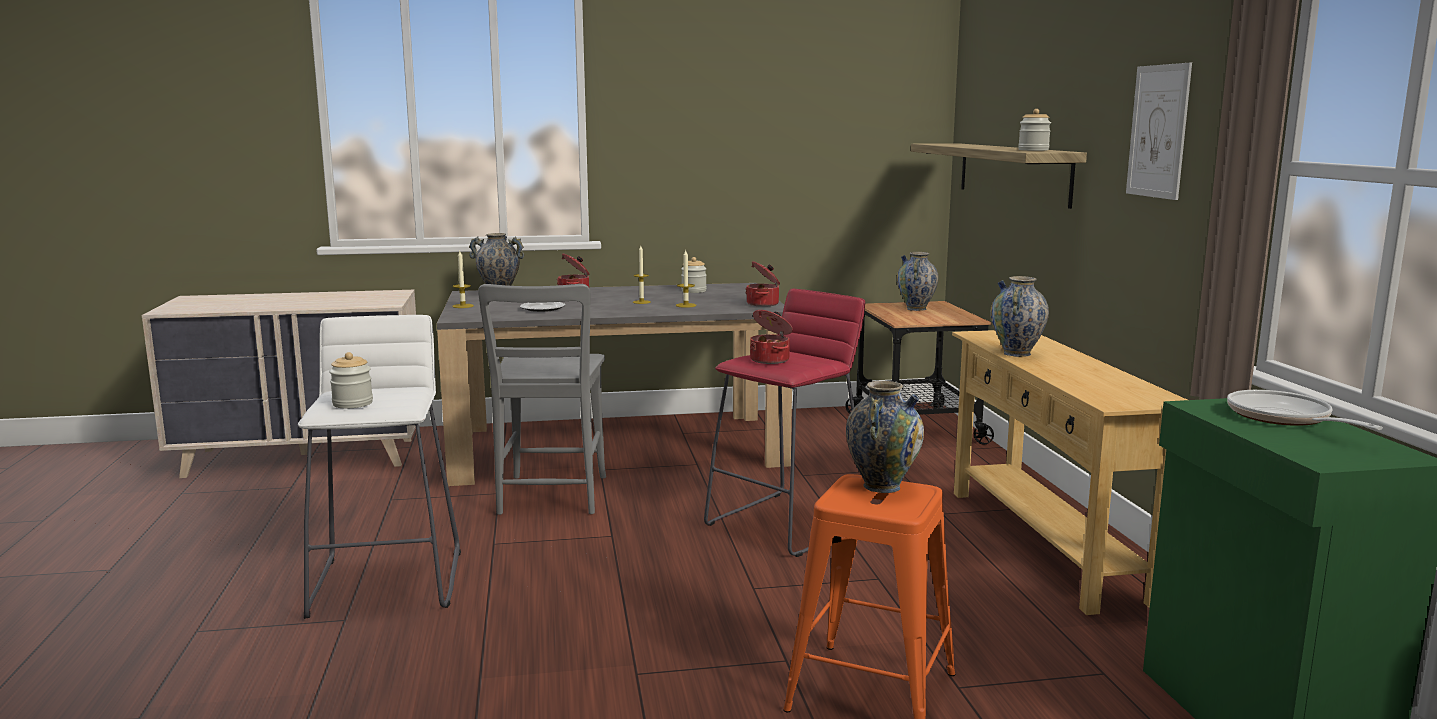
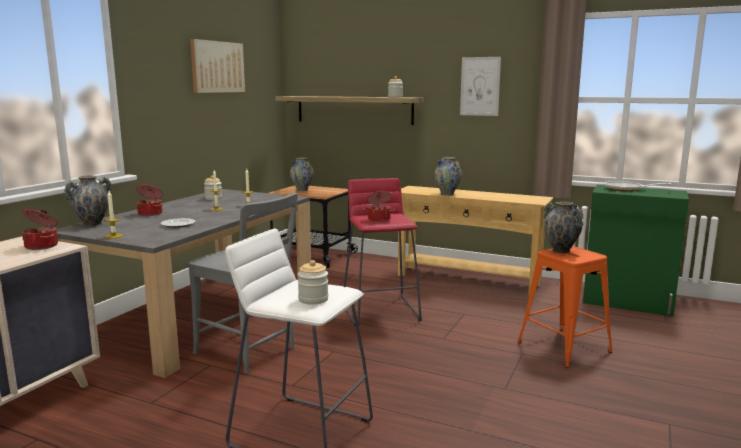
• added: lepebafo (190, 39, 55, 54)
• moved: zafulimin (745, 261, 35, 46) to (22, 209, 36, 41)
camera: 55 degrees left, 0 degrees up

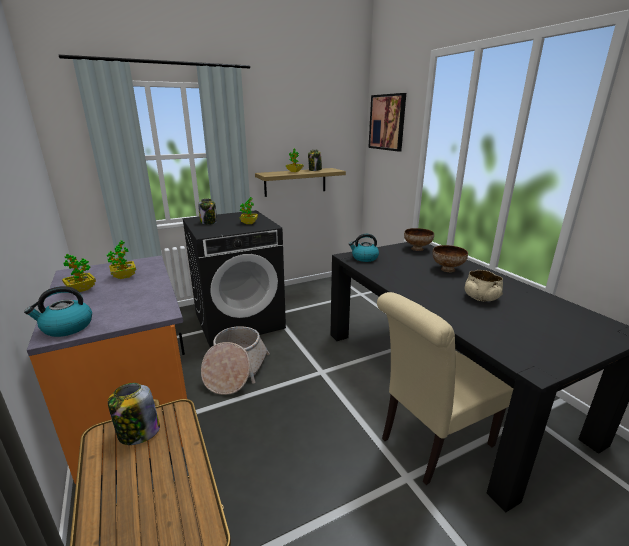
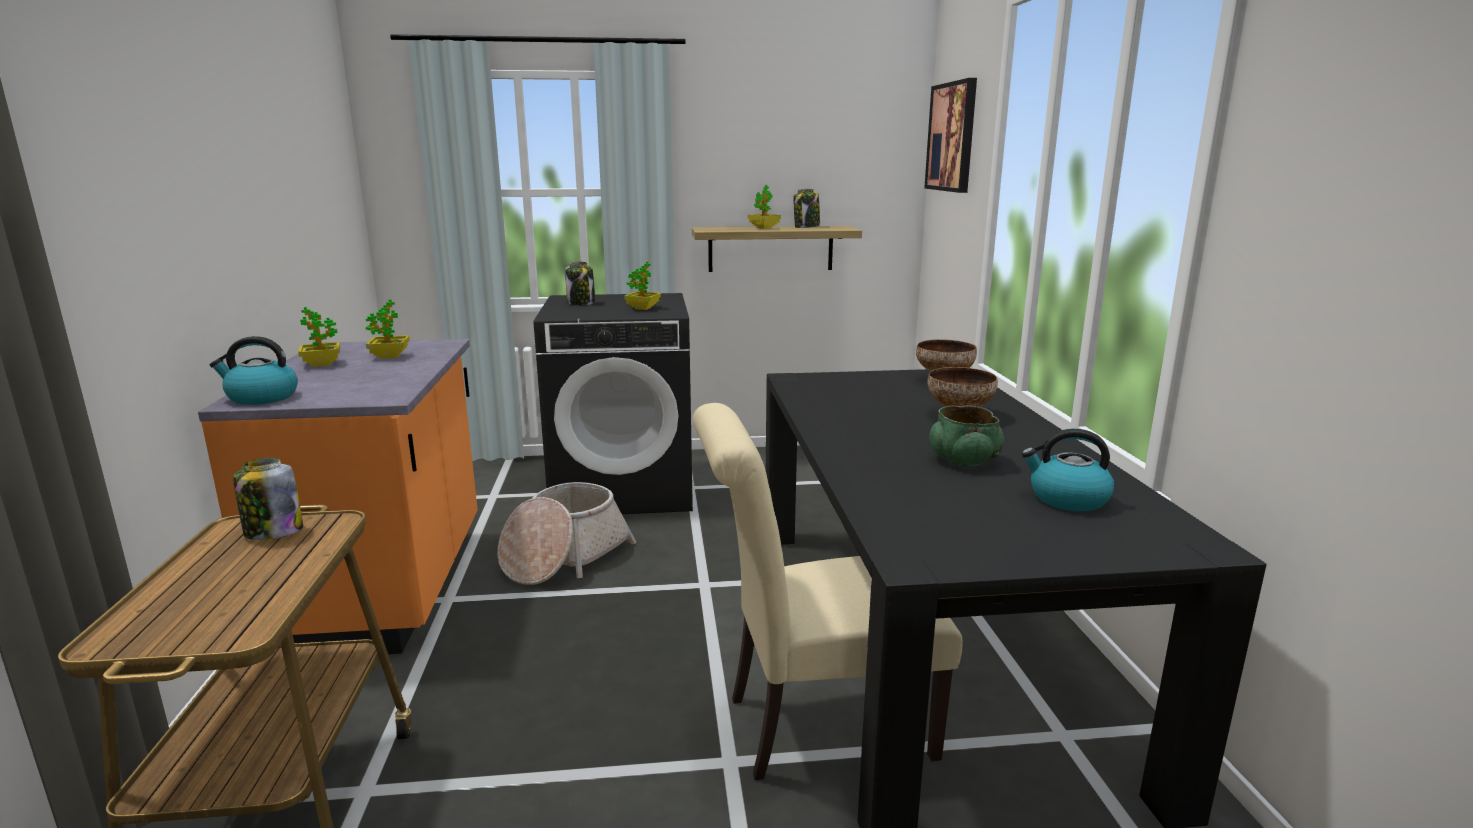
• moved: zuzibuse (349, 234, 30, 28) to (1022, 429, 92, 82)
• recoloured: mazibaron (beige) (465, 270, 38, 31) to mazibaron (green) (929, 405, 75, 61)
camera: 20 degrees right, 5 degrees down

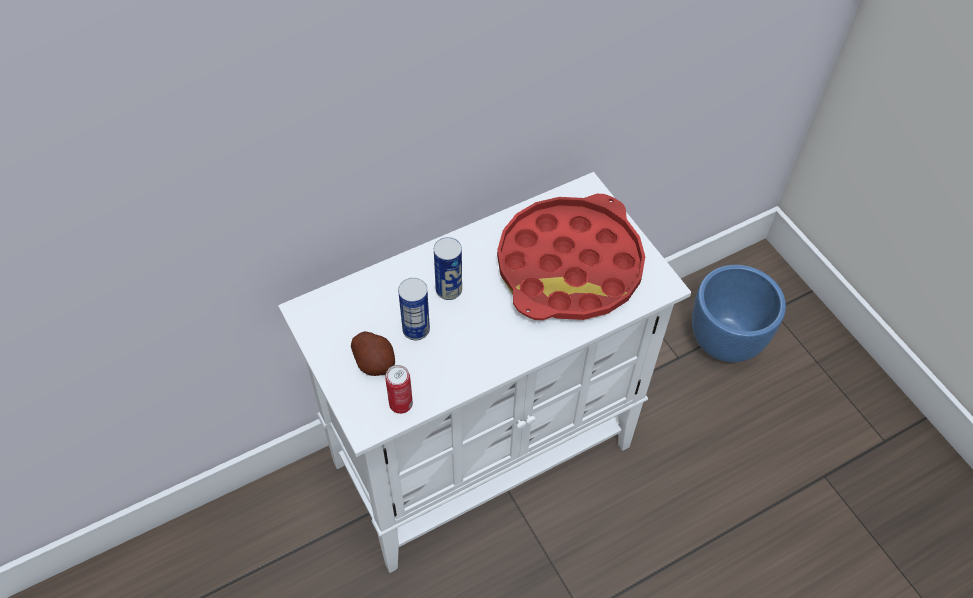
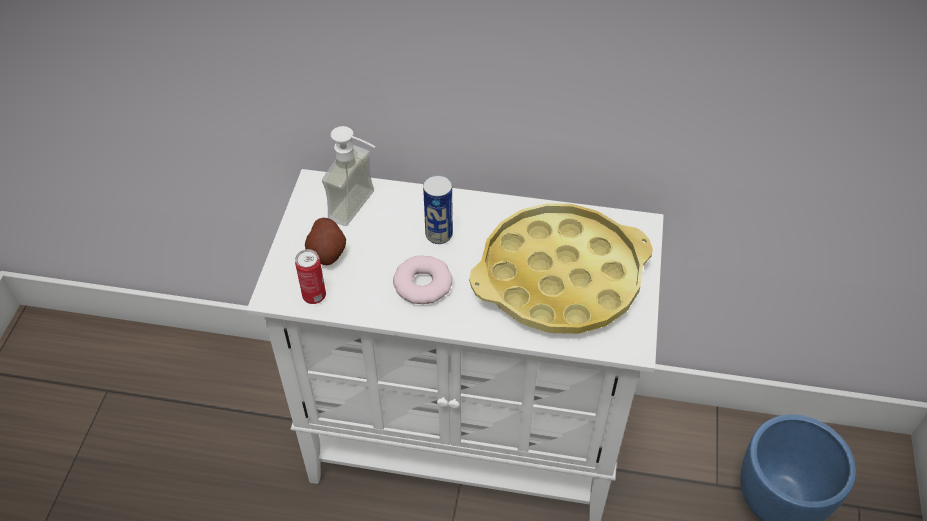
• removed: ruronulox (398, 278, 32, 62)
• added: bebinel (322, 126, 54, 100)
• added: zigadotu (393, 255, 59, 49)
• recoloured: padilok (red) (497, 194, 148, 126) to padilok (yellow) (469, 203, 184, 131)
camera: 40 degrees right, 5 degrees down

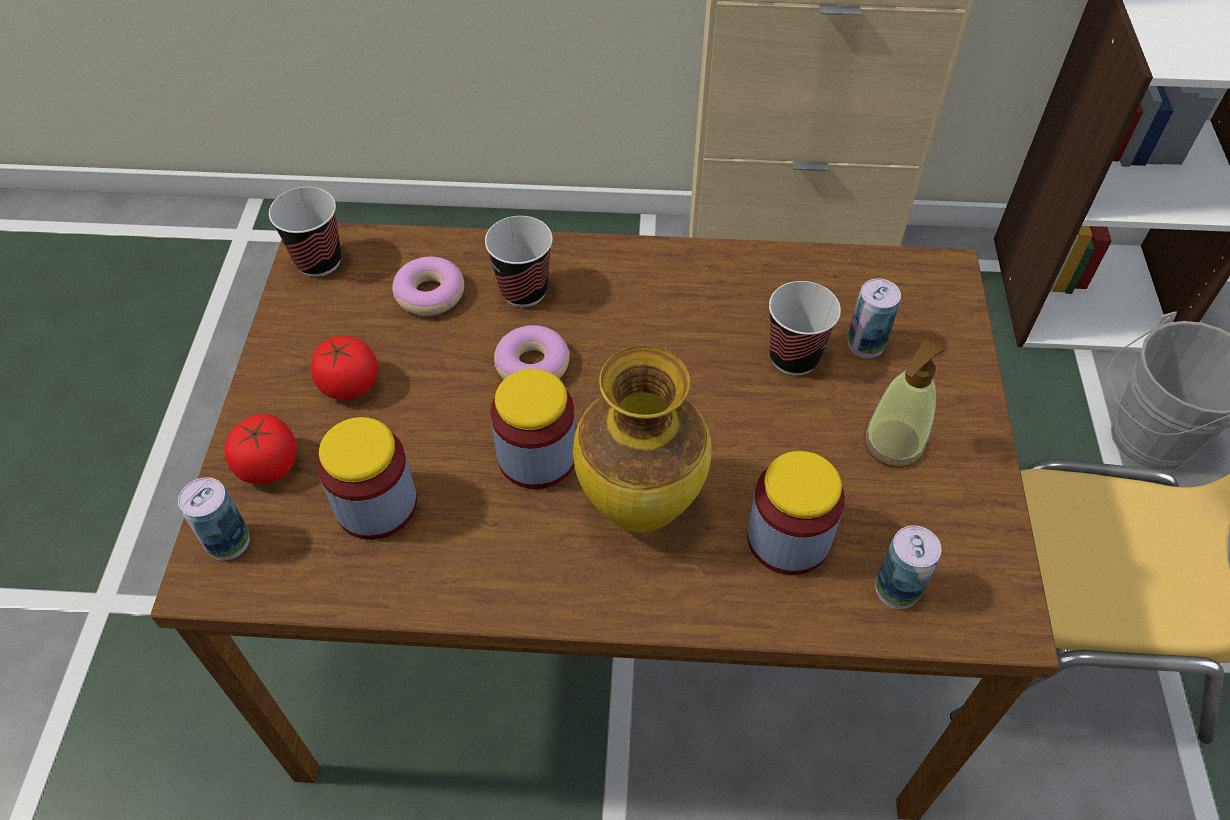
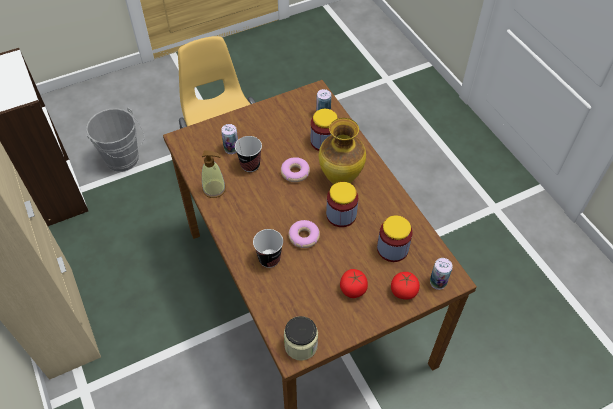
• moved: zigadotu (392, 257, 72, 59) to (281, 157, 29, 25)
• moved: bebinel (863, 339, 82, 129) to (202, 150, 24, 48)
• replaced: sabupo (269, 187, 72, 90) to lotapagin (284, 316, 34, 45)
camera: 120 degrees left, 0 degrees up

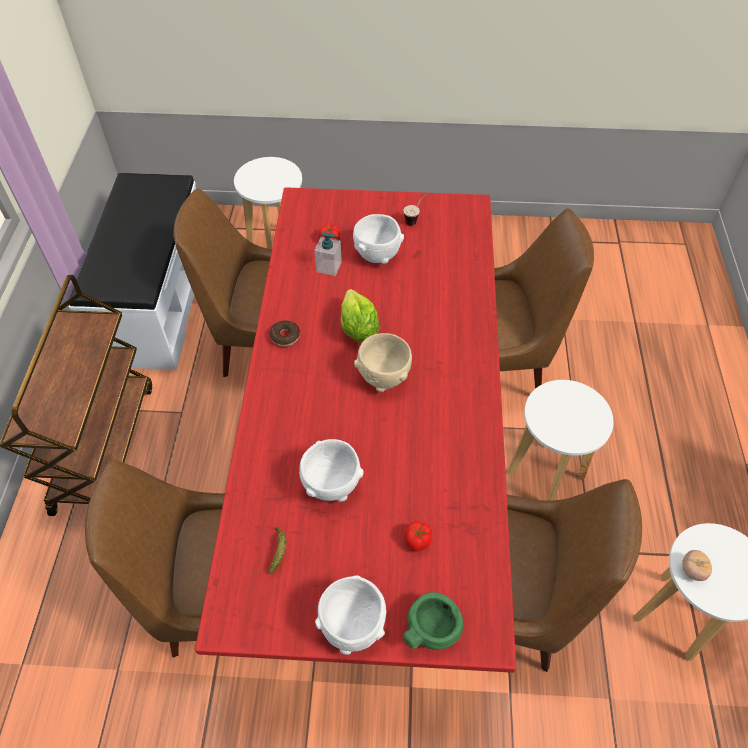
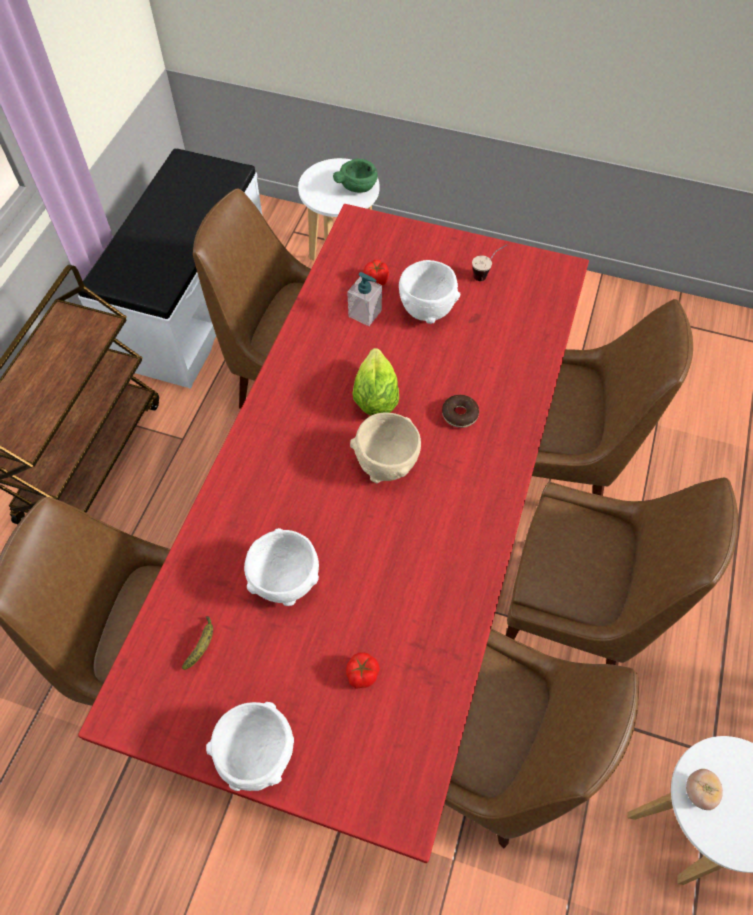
• moved: zigadotu (269, 320, 31, 26) to (442, 395, 37, 33)
• moved: mazibaron (green) (403, 592, 60, 58) to (333, 159, 45, 34)
• replaced: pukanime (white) (507, 380, 107, 121) to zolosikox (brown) (505, 478, 233, 187)
camera: 15 degrees right, 5 degrees up

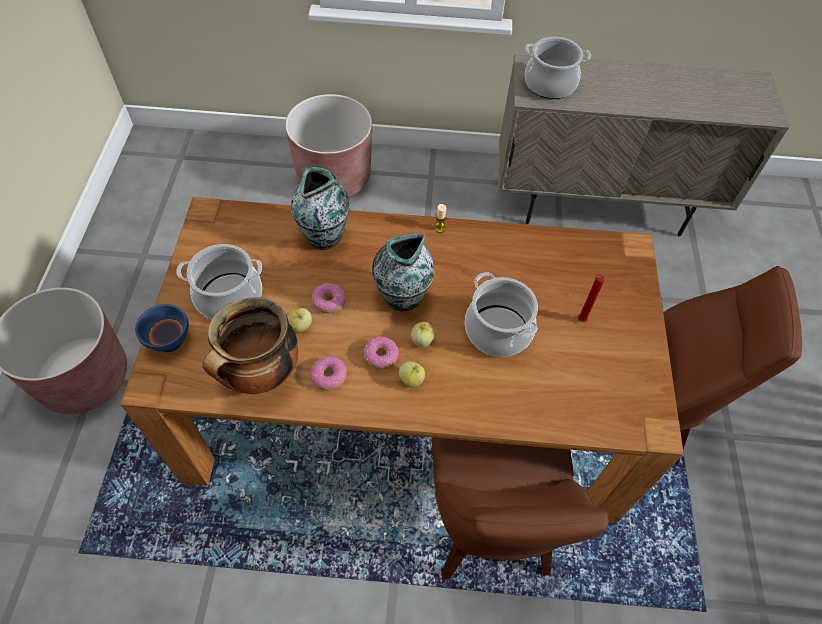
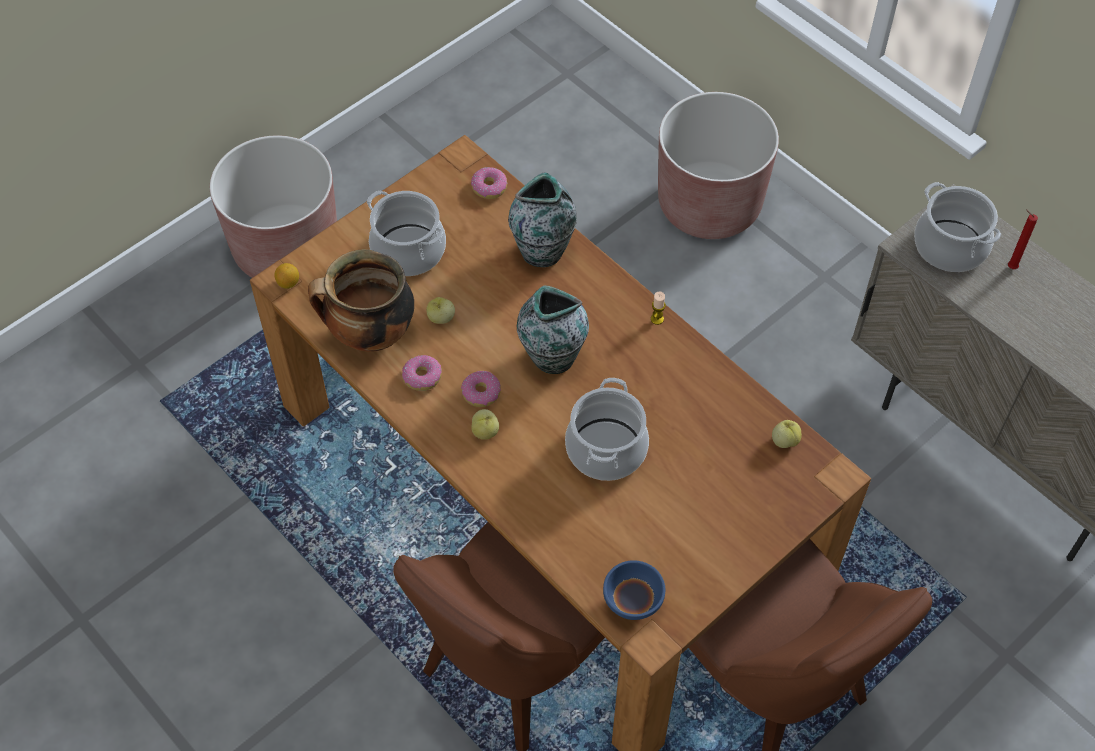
• added: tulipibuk (274, 263, 25, 26)
• moved: mazibaron (blue) (135, 304, 54, 48) to (603, 560, 62, 60)
• moved: zigadotu (311, 283, 35, 30) to (471, 167, 36, 32)
• moved: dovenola (411, 322, 25, 26) to (772, 420, 30, 28)
• moved: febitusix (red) (578, 275, 27, 47) to (1008, 209, 30, 60)
camera: 45 degrees right, 0 degrees up

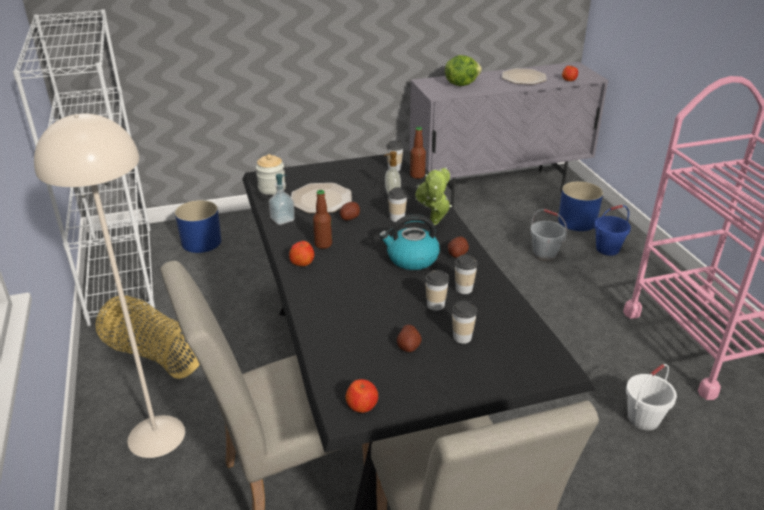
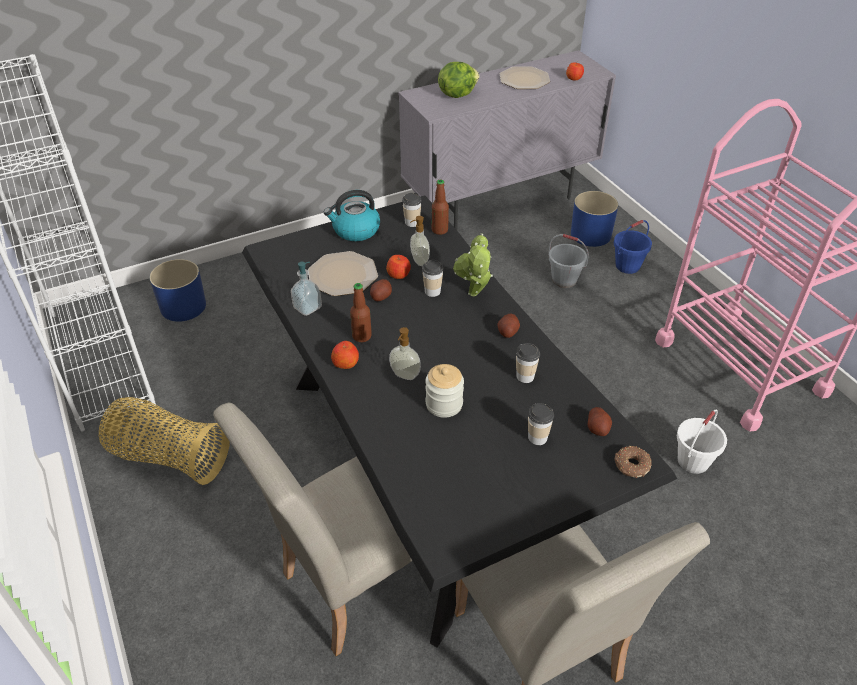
• removed: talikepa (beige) (34, 113, 151, 345)
• removed: sabupo (425, 270, 24, 41)
• added: bebinel (389, 327, 32, 53)
• added: zigadotu (614, 446, 38, 32)
• moved: lotapagin (256, 154, 30, 41) to (425, 364, 39, 54)
• moved: dovenola (345, 379, 33, 34) to (386, 255, 25, 24)
• moved: zuzibuse (379, 214, 61, 56) to (324, 190, 56, 51)
• moved: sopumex (397, 325, 25, 27) to (587, 407, 25, 29)
camera: 10 degrees left, 10 degrees up

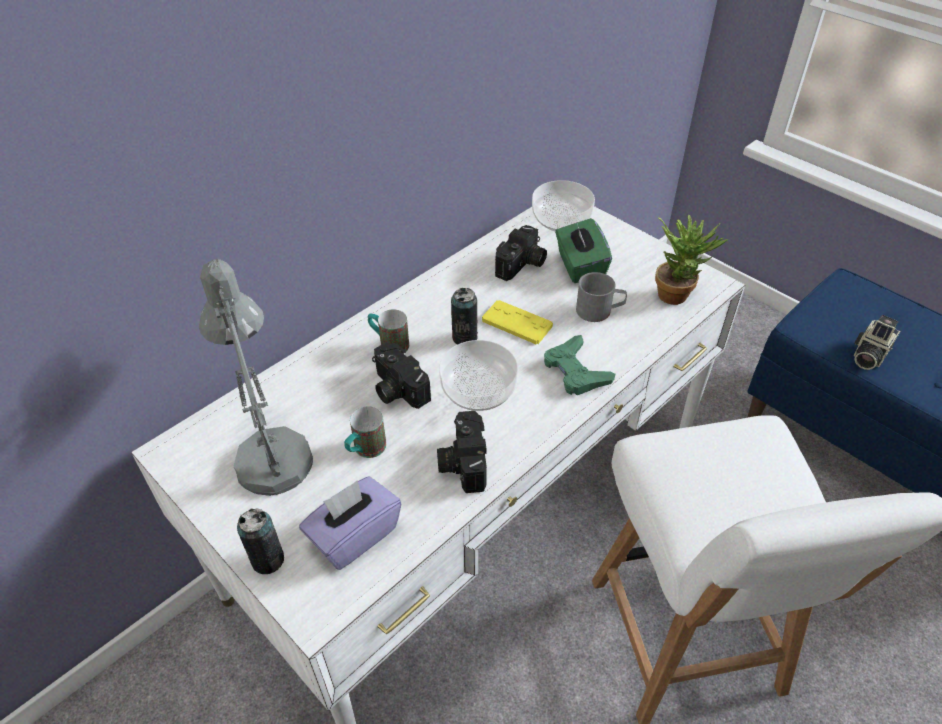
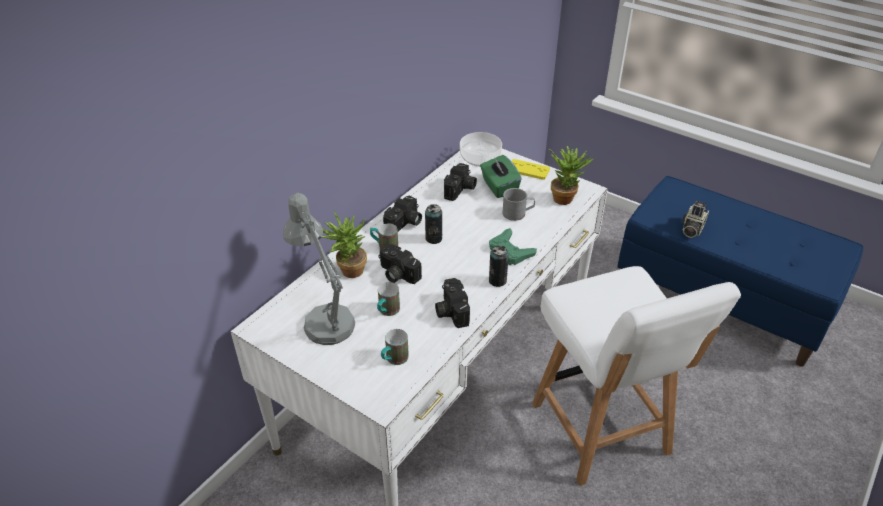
• removed: mazibaron (439, 340, 79, 71)
• added: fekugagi (322, 211, 45, 67)
• added: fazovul (383, 196, 39, 35)
• moved: ruronulox (237, 509, 47, 65) to (489, 245, 20, 42)
• moved: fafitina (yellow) (482, 300, 71, 44) to (512, 159, 38, 21)
• replaced: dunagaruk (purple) (299, 476, 102, 94) to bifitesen (381, 329, 28, 36)
camera: 10 degrees left, 5 degrees down

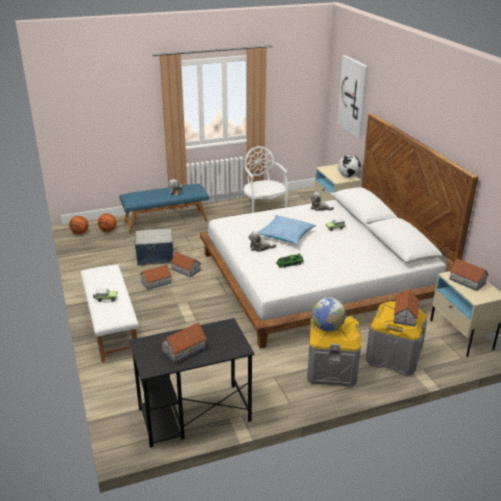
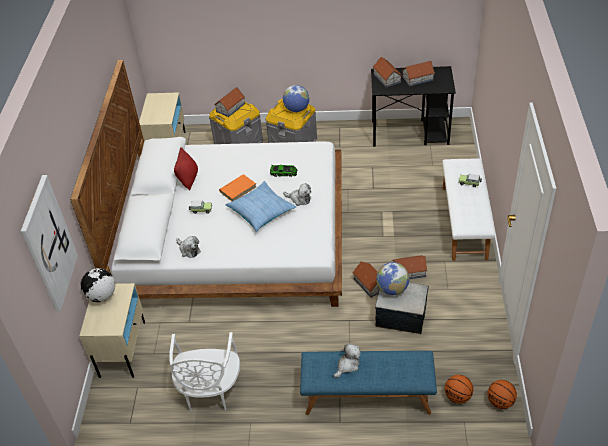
• added: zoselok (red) (174, 147, 24, 43)
• added: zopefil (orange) (219, 174, 37, 27)
• added: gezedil (376, 262, 33, 33)
• moved: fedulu (449, 259, 40, 32) to (373, 57, 29, 30)
camera: 155 degrees left, 15 degrees up

